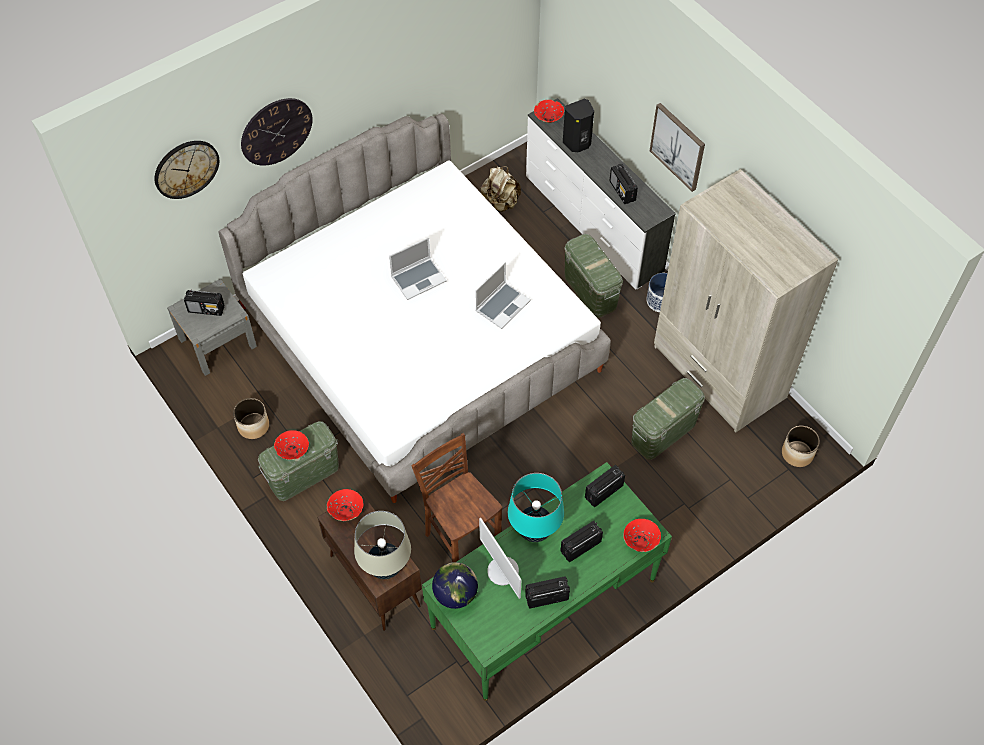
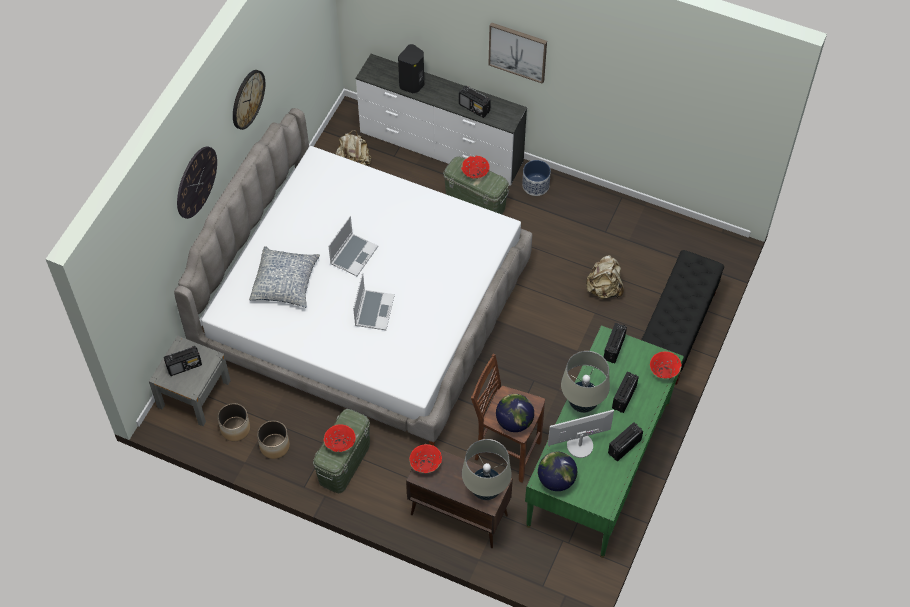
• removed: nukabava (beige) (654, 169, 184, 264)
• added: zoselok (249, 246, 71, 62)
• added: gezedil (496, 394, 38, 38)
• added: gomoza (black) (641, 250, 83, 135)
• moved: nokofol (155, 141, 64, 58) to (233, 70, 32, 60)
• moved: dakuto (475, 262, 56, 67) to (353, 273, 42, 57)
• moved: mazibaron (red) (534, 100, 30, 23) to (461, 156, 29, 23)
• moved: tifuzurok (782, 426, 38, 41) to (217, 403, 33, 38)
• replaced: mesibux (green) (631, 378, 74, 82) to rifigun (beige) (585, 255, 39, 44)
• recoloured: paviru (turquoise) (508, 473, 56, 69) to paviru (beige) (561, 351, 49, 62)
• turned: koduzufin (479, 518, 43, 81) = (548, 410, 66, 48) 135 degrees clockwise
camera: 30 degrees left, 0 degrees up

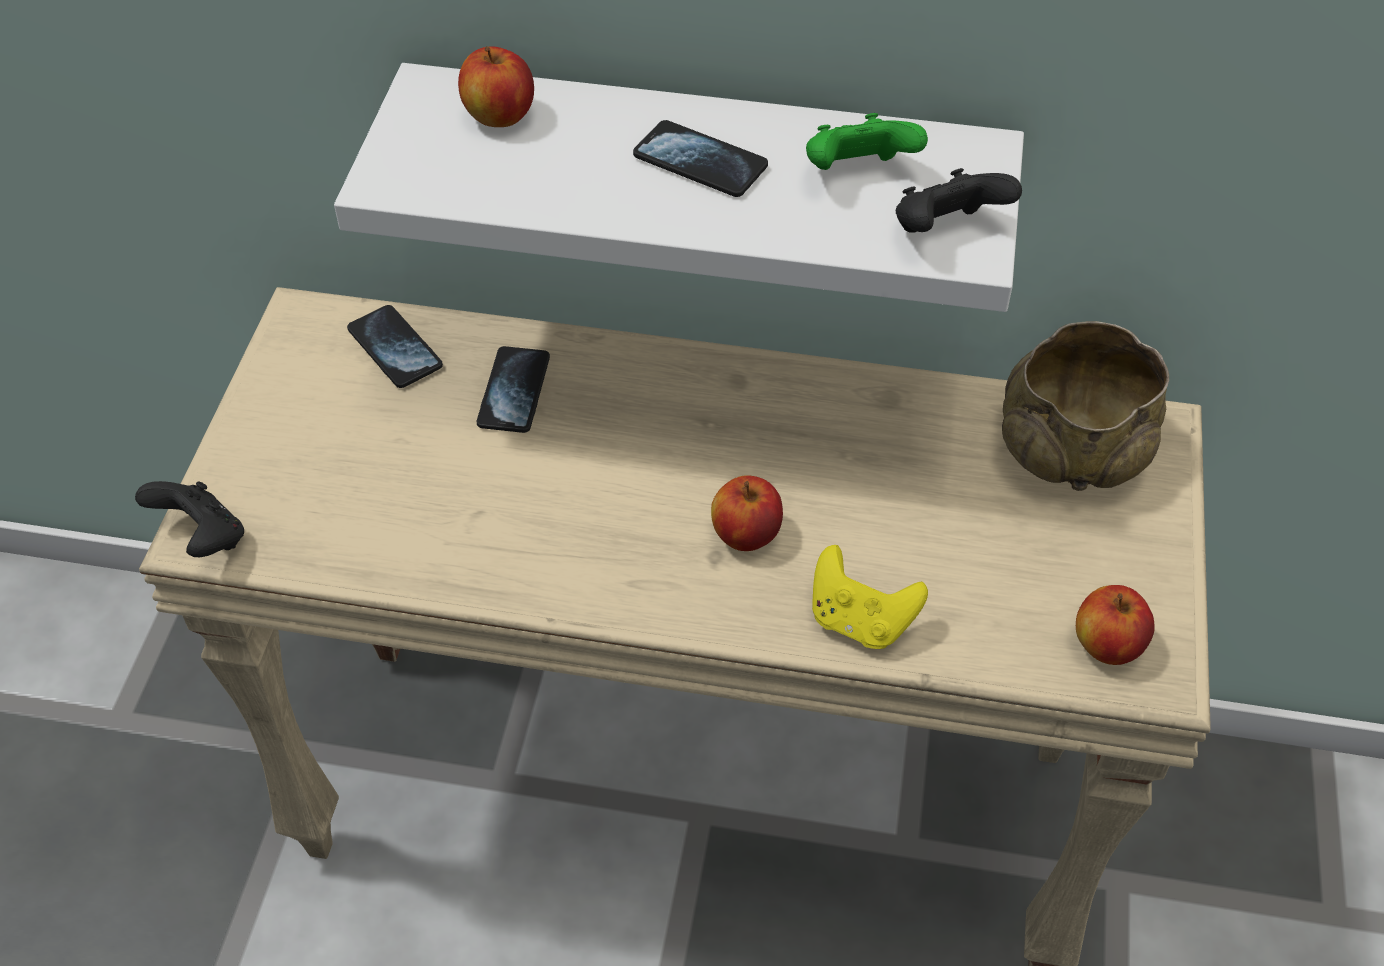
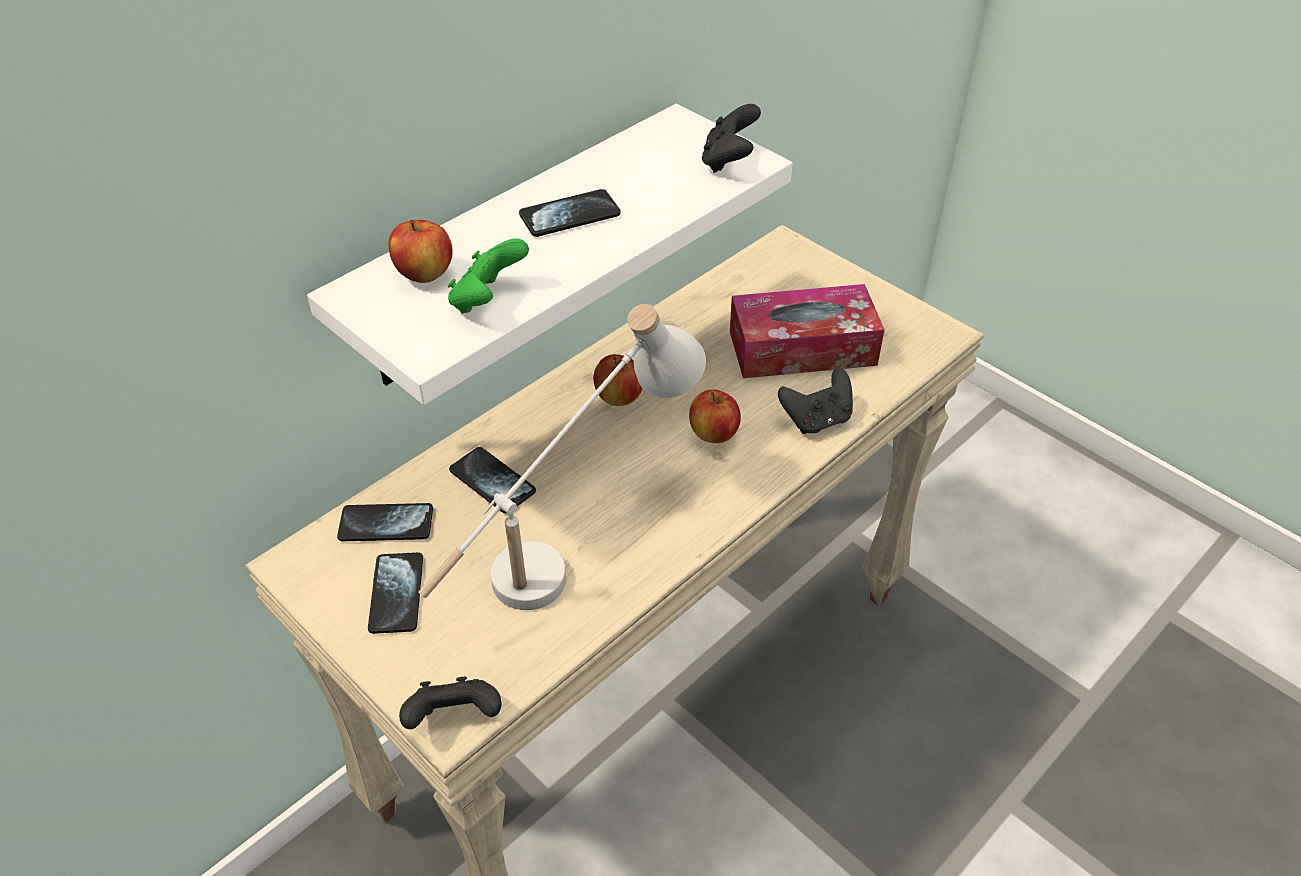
• removed: mazibaron (beige) (1002, 321, 167, 170)
• added: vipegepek (368, 552, 55, 82)
• added: paviru (white) (418, 304, 288, 306)
• added: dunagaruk (730, 284, 155, 94)
• moved: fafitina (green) (806, 113, 122, 57) to (448, 239, 81, 75)
• moved: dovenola (1076, 585, 79, 80) to (593, 354, 49, 52)
• recoloured: fafitina (yellow) (812, 545, 116, 104) to fafitina (black) (778, 368, 75, 66)
camera: 55 degrees left, 5 degrees down

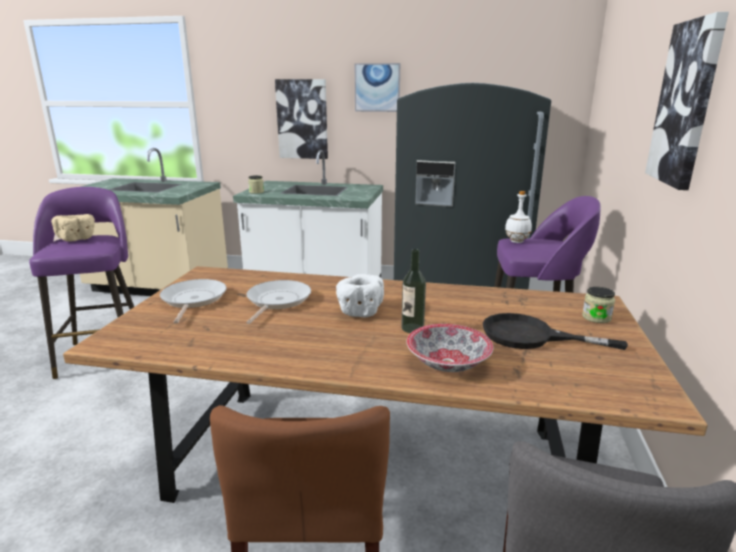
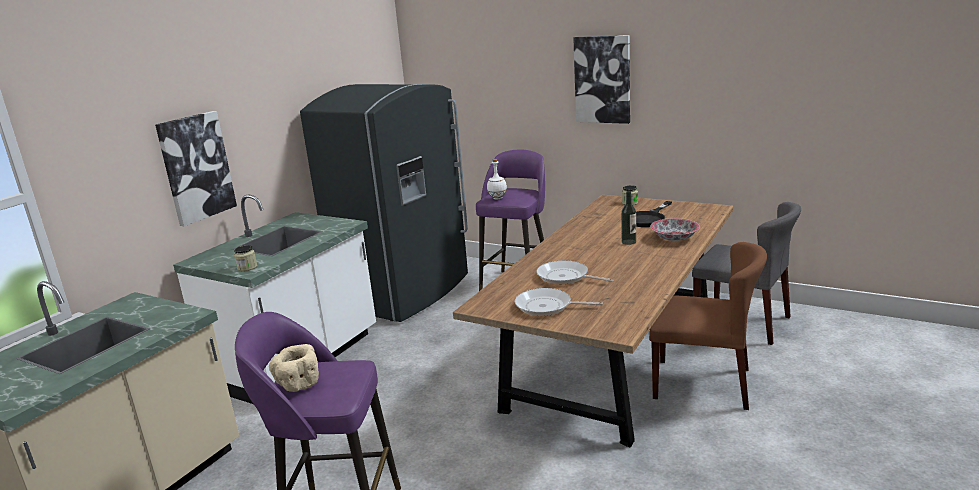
• removed: mazibaron (white) (336, 274, 48, 43)
• removed: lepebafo (355, 63, 45, 49)
camera: 70 degrees left, 0 degrees up

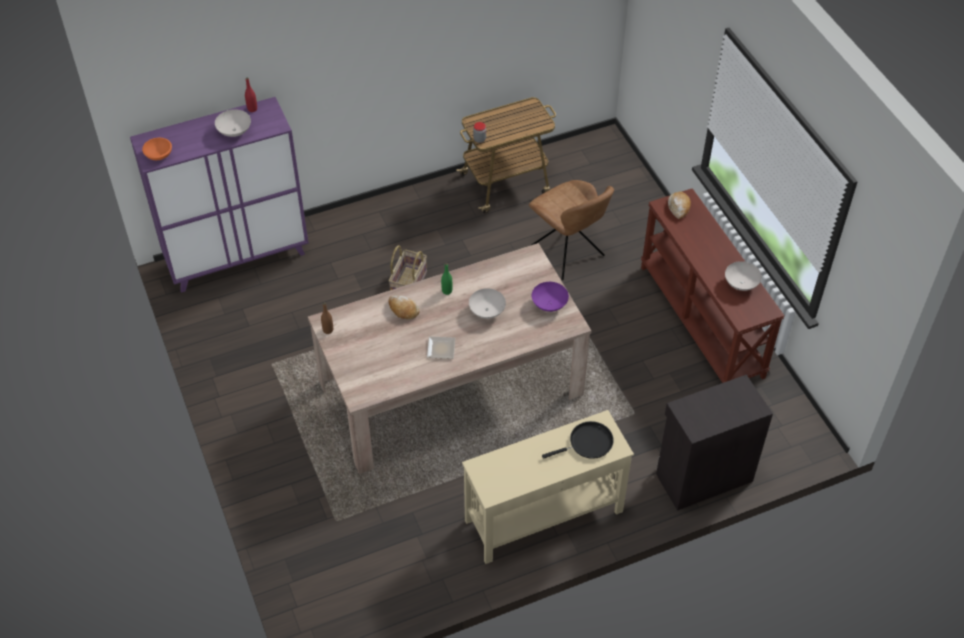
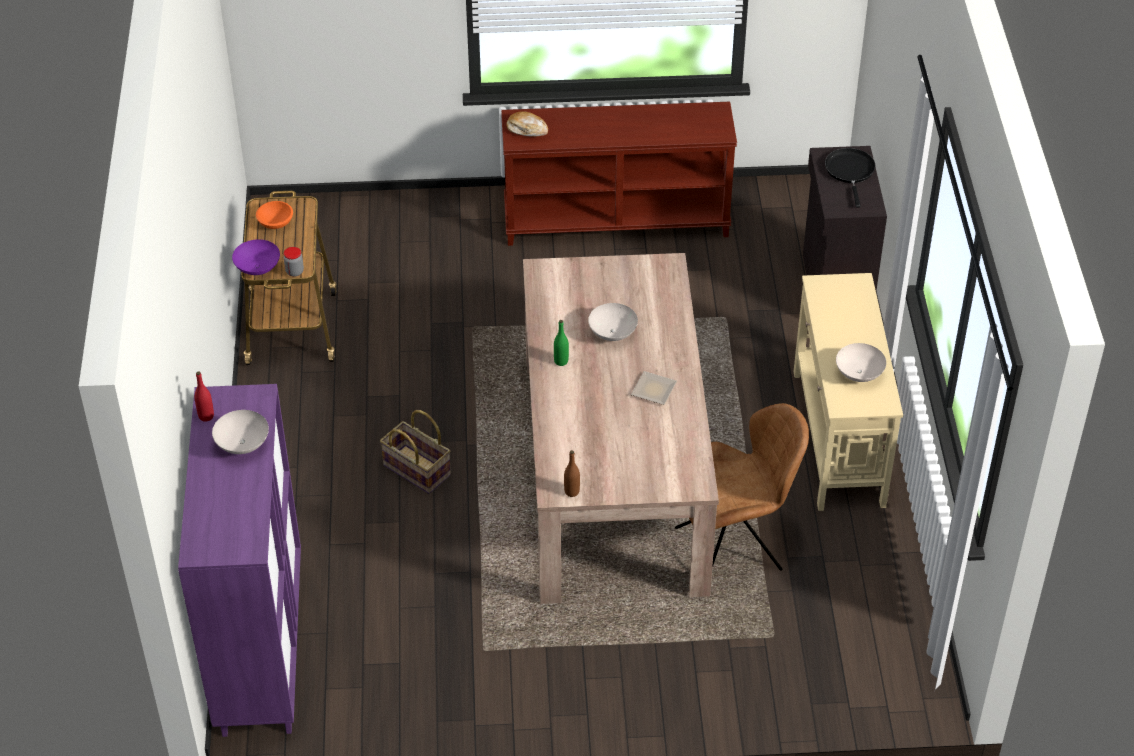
• removed: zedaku (389, 295, 30, 24)
• moved: mazibaron (orange) (142, 138, 30, 22) to (256, 201, 37, 28)
• moved: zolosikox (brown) (529, 180, 85, 100) to (675, 403, 134, 168)
• moved: mazibaron (purple) (532, 282, 37, 30) to (232, 239, 48, 36)
• moved: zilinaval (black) (542, 421, 72, 38) to (825, 148, 50, 60)
• moved: mazibaron (white) (725, 261, 37, 30) to (836, 343, 50, 39)
camera: 70 degrees left, 5 degrees down

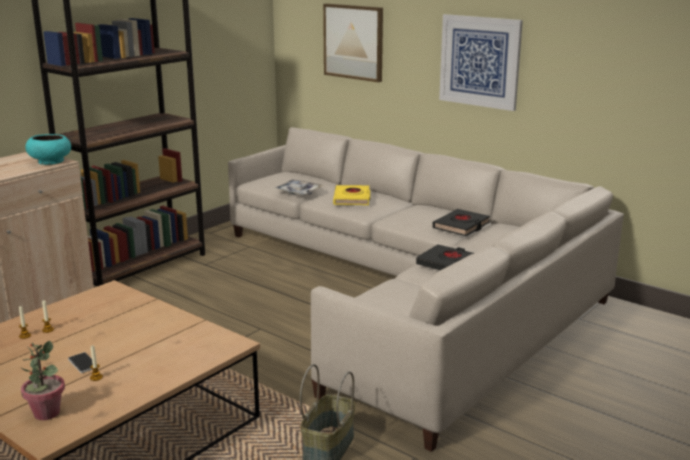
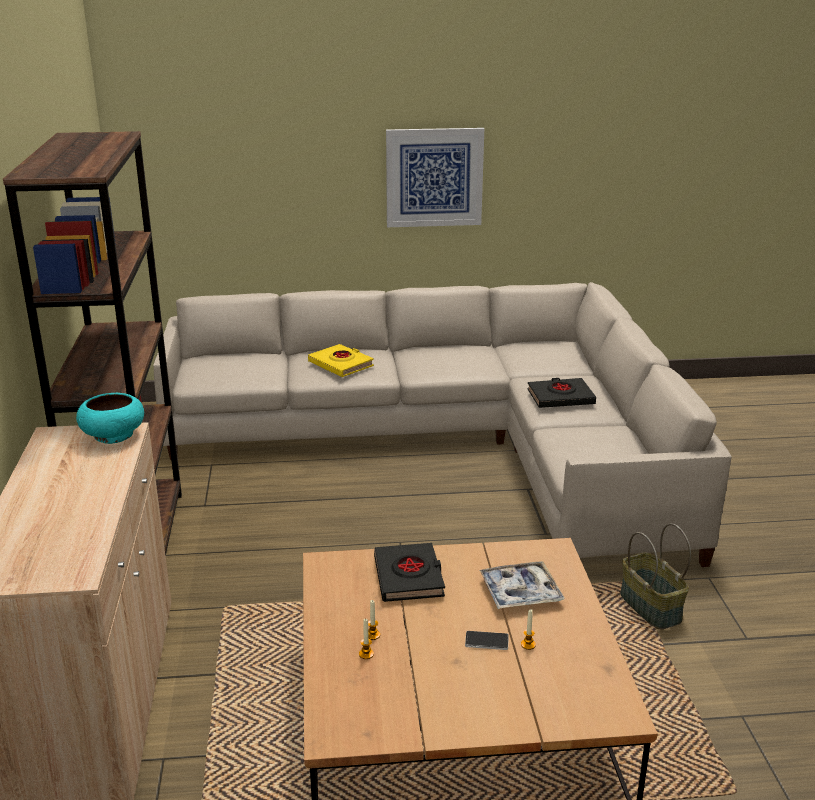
• removed: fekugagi (20, 341, 45, 79)
• removed: lepebafo (323, 4, 60, 78)
• moved: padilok (273, 179, 51, 16) to (479, 561, 86, 48)
• moved: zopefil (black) (432, 209, 58, 27) to (374, 543, 71, 59)
camera: 45 degrees left, 5 degrees up

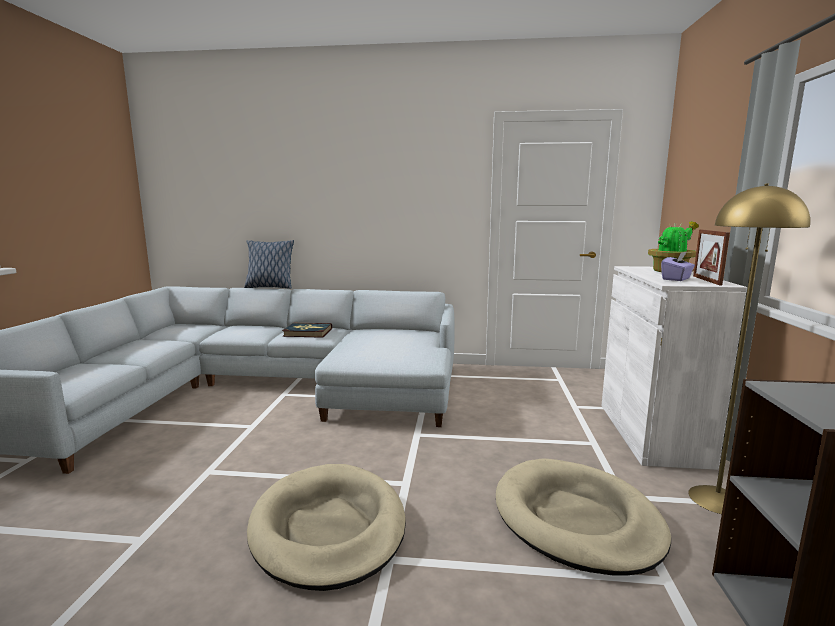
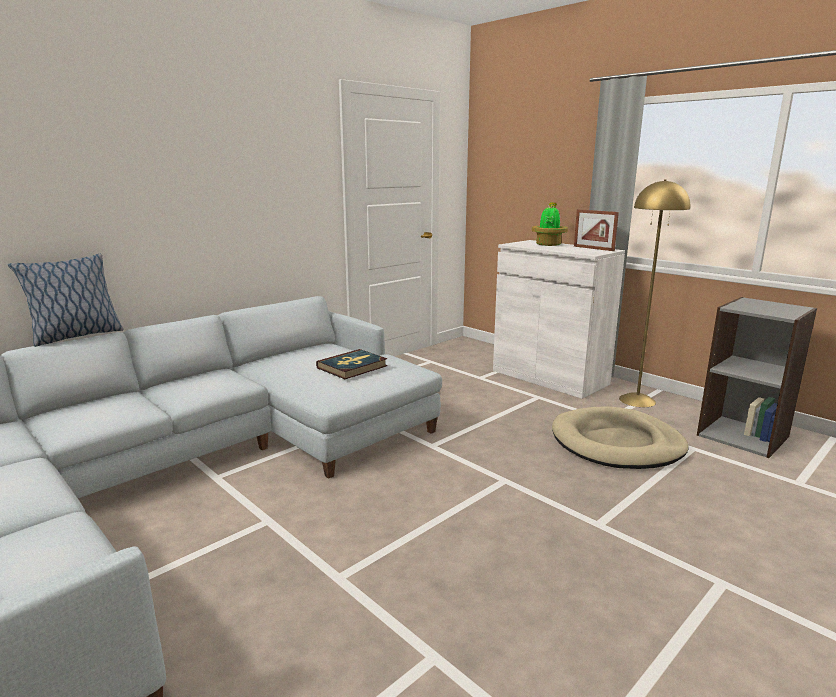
• removed: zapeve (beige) (247, 464, 159, 127)
• removed: dunagaruk (purple) (661, 252, 34, 29)
• moved: zopefil (282, 323, 50, 15) to (316, 349, 71, 30)
camera: 50 degrees left, 5 degrees up

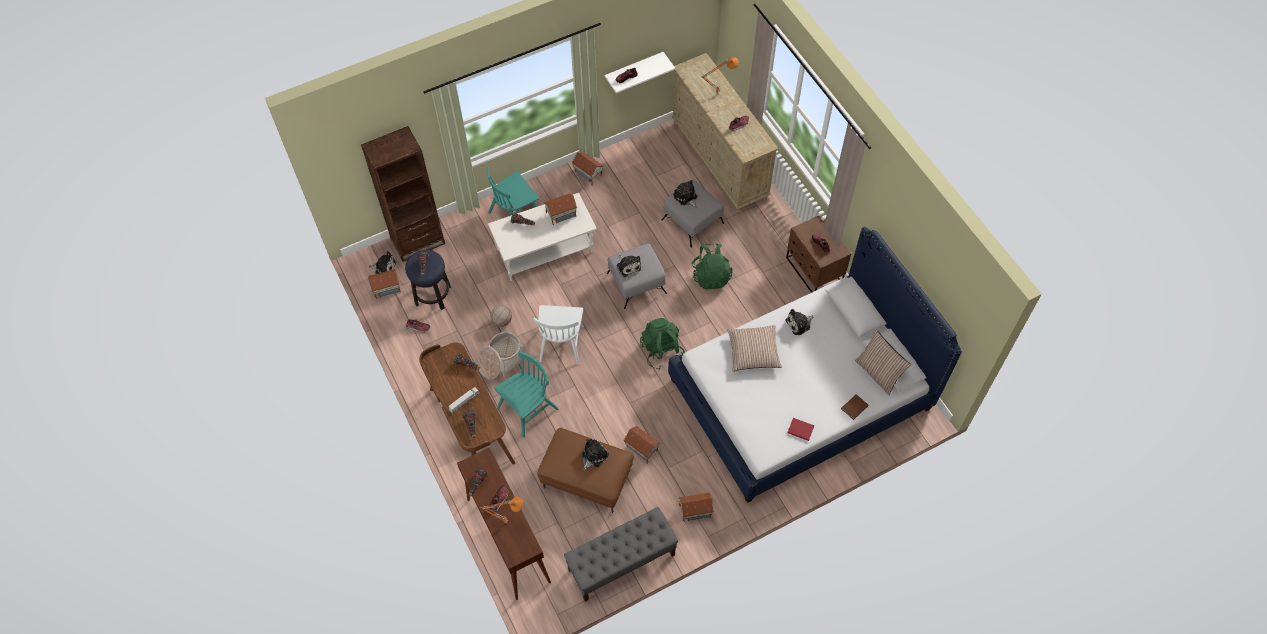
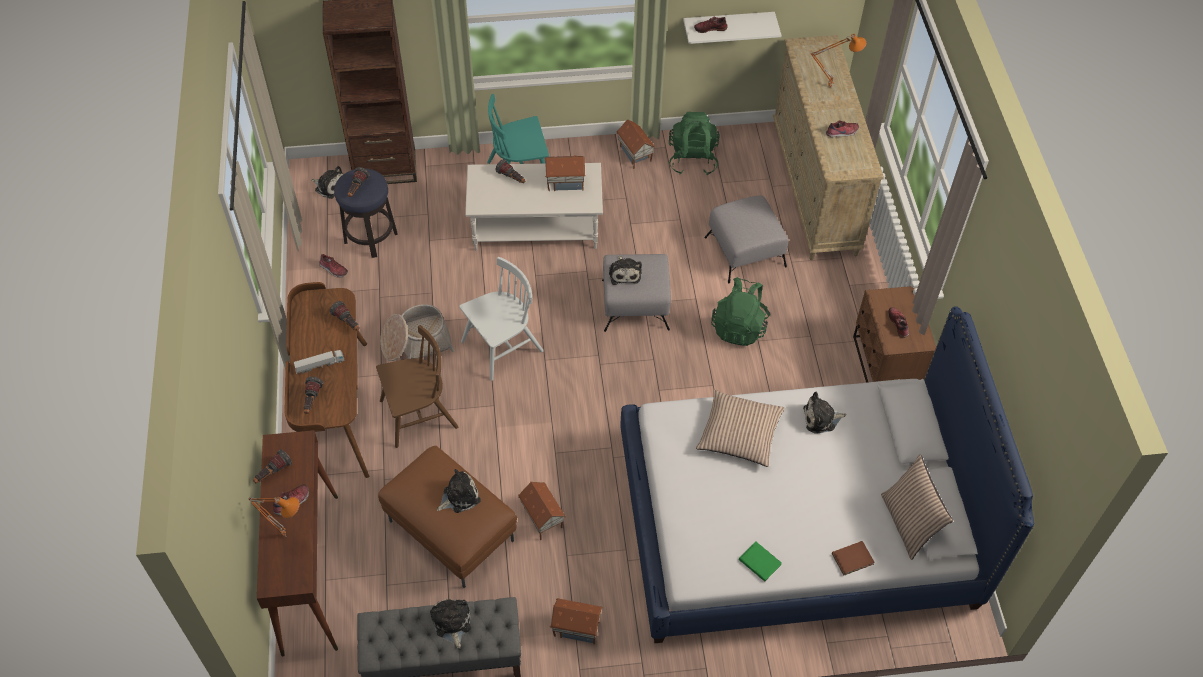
• removed: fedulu (368, 269, 33, 30)
• removed: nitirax (490, 305, 22, 22)
• moved: rifigun (green) (640, 318, 45, 52) to (669, 112, 51, 64)
• moved: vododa (673, 180, 24, 27) to (430, 599, 41, 50)
• recoloured: zolosikox (turquoise) (494, 351, 65, 86) to zolosikox (brown) (376, 325, 82, 123)
• recoloured: zopefil (red) (788, 418, 26, 23) to zopefil (green) (739, 542, 43, 40)
• turned: zolosikox (white) (533, 305, 51, 60) = (459, 257, 85, 124) 150 degrees counterclockwise
camera: 20 degrees right, 5 degrees down

